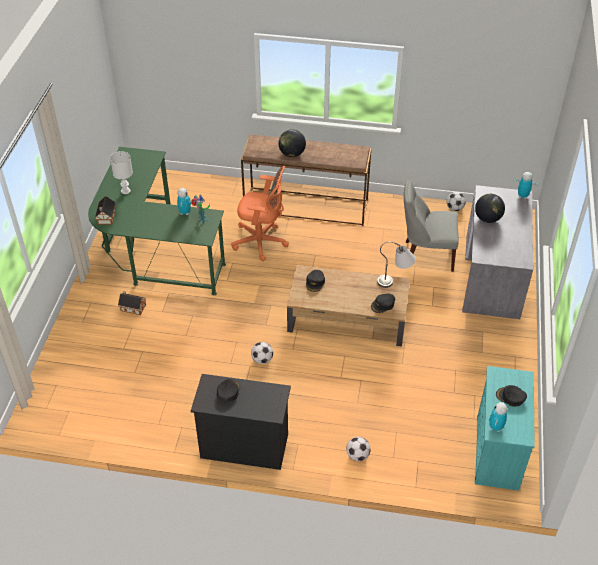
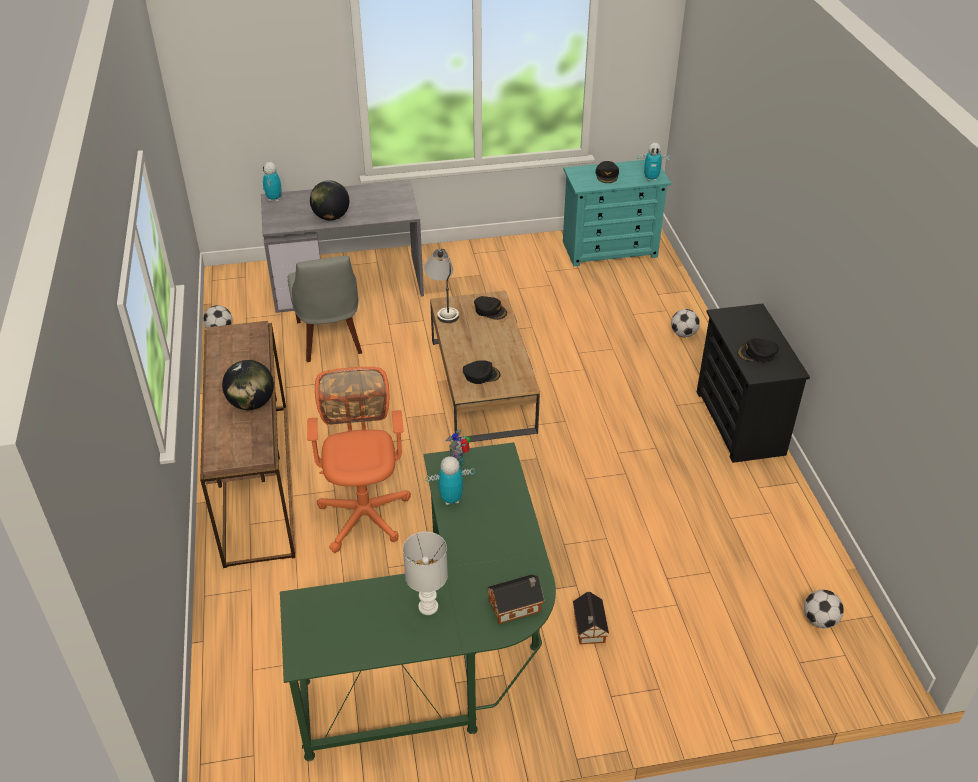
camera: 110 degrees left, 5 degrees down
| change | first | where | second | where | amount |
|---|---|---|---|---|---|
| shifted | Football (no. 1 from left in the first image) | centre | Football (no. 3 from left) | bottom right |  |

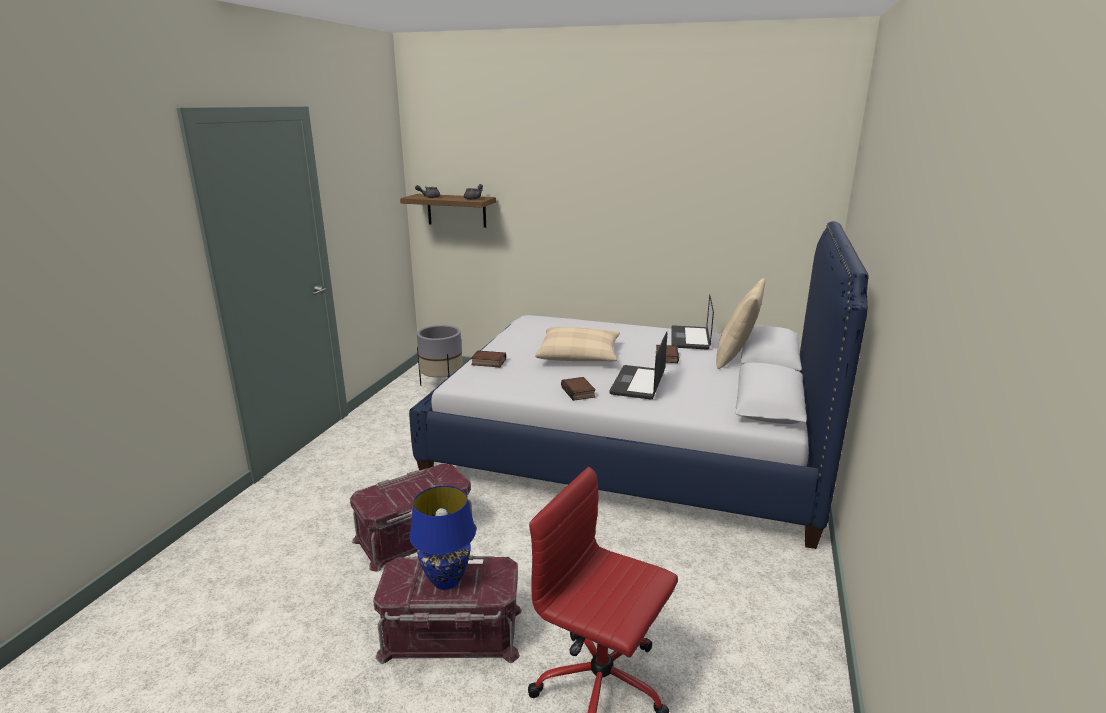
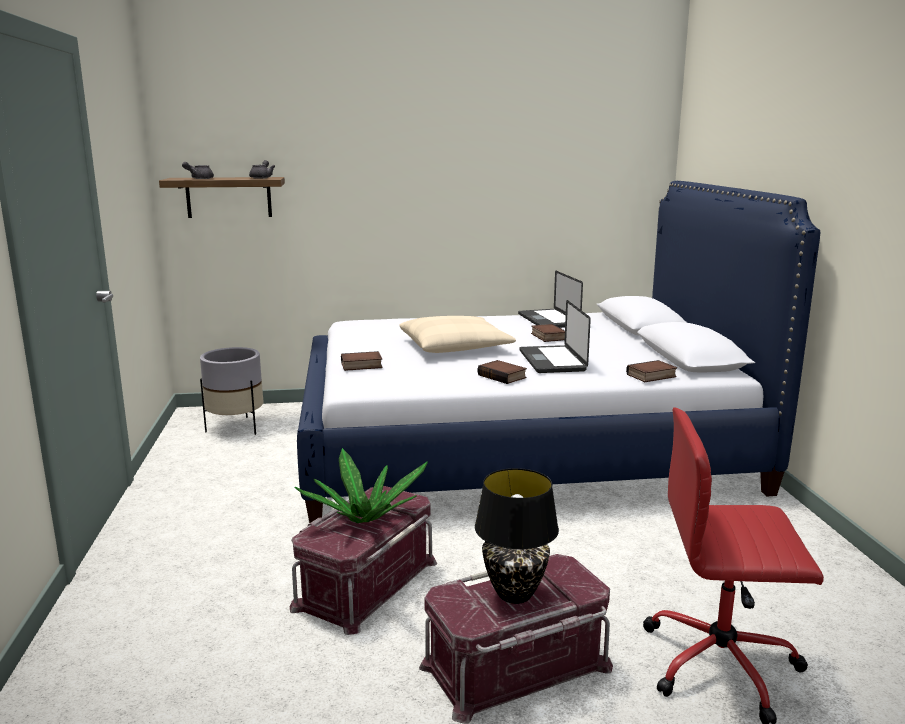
camera: 25 degrees left, 5 degrees down
| change | first | where | second | where | amount |
|---|---|---|---|---|---|
| repainted | BlueTableLamp | bottom centre | BlackTableLamp | bottom centre |  |
| gone | BeigePillow (no. 2 from left) | middle right |  |  |  |
| new |  |  | PottedPlant | bottom centre |  |
| new |  |  | Book (no. 4 from left) | middle right |  |

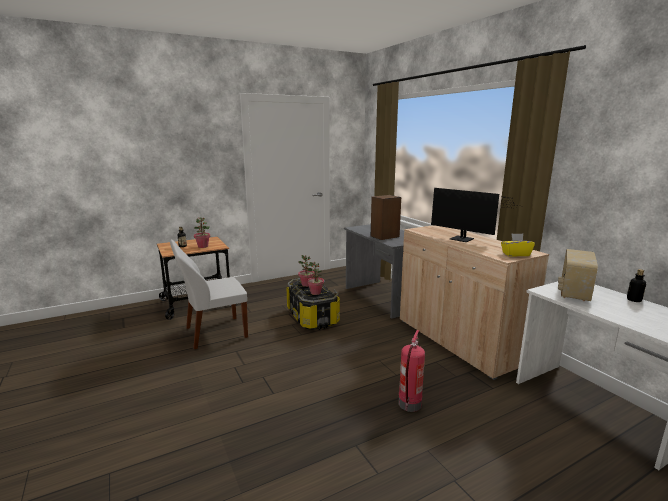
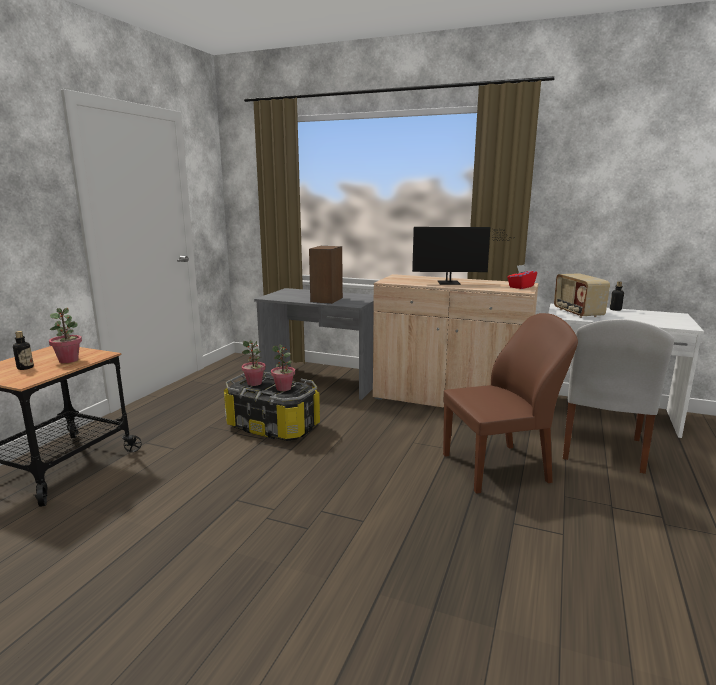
camera: 40 degrees left, 0 degrees up
| change | first | where | second | where | amount |
|---|---|---|---|---|---|
| shifted | WhiteChair | middle left |  | middle right |  |
| swapped | FireExtinguisher | bottom centre | BrownChair | middle right |  |
| repainted | YellowTissueBox | middle right | RedTissueBox | middle right |  |

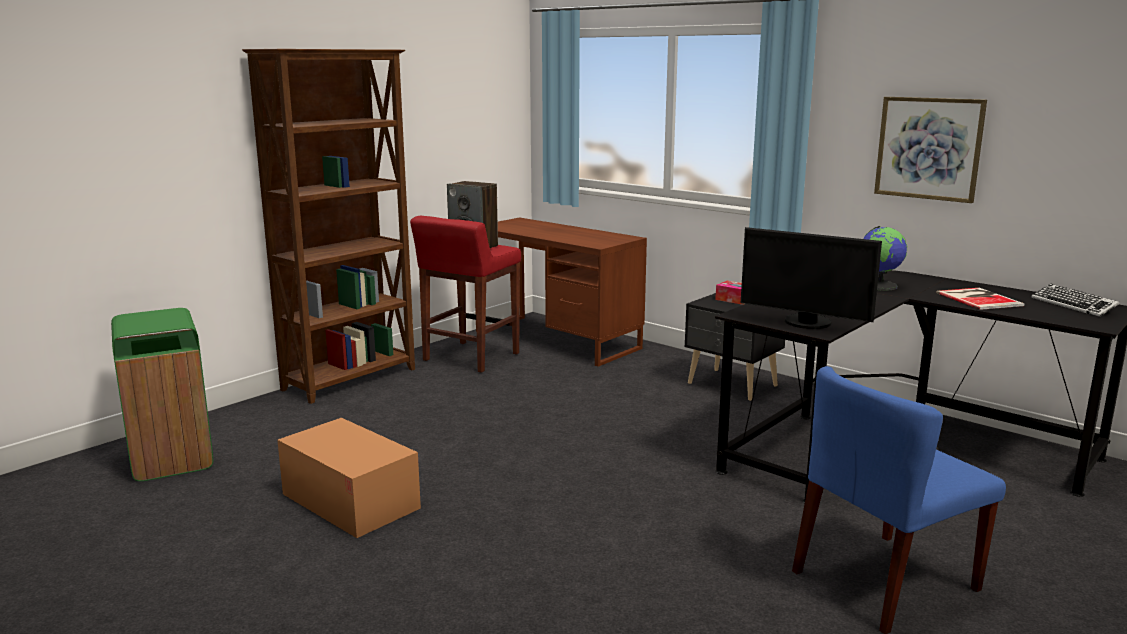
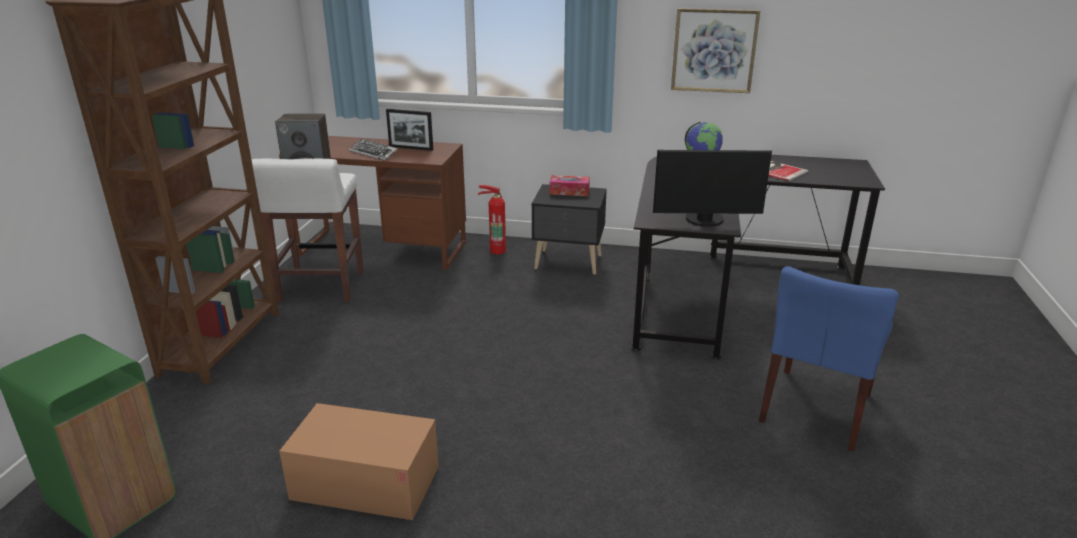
camera: 30 degrees left, 10 degrees up
| change | first | where | second | where | amount |
|---|---|---|---|---|---|
| repainted | RedStool | centre | WhiteStool | middle left |  |
| shifted | Keyboard | middle right |  | top centre |  |
| new |  |  | PictureFrame | top centre |  |
| new |  |  | FireExtinguisher | centre |  |

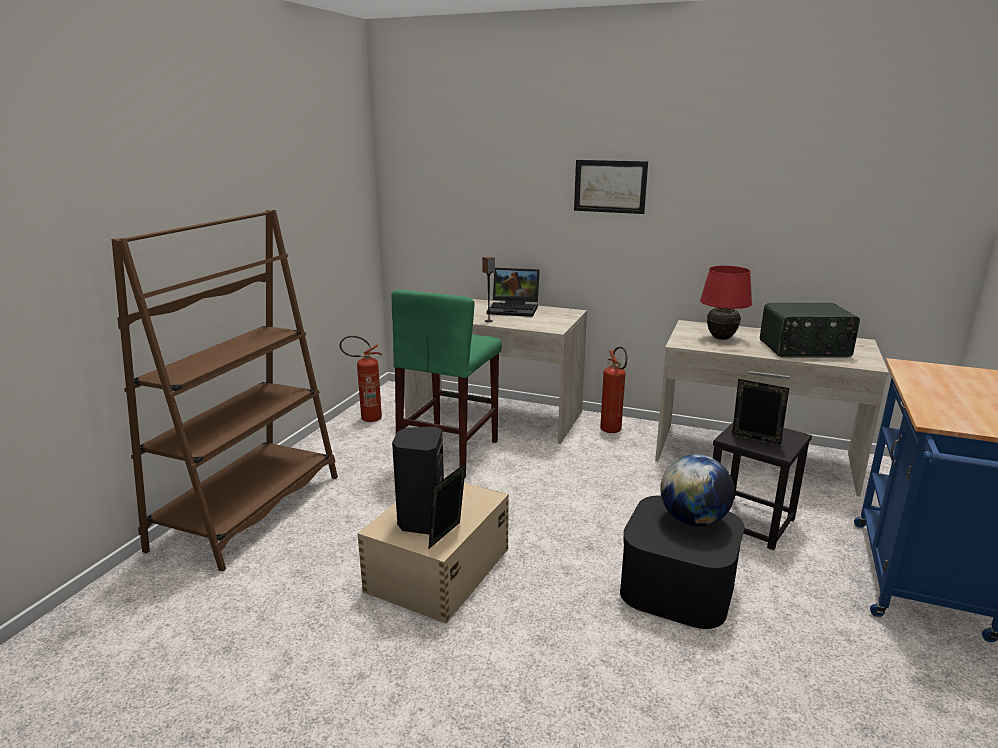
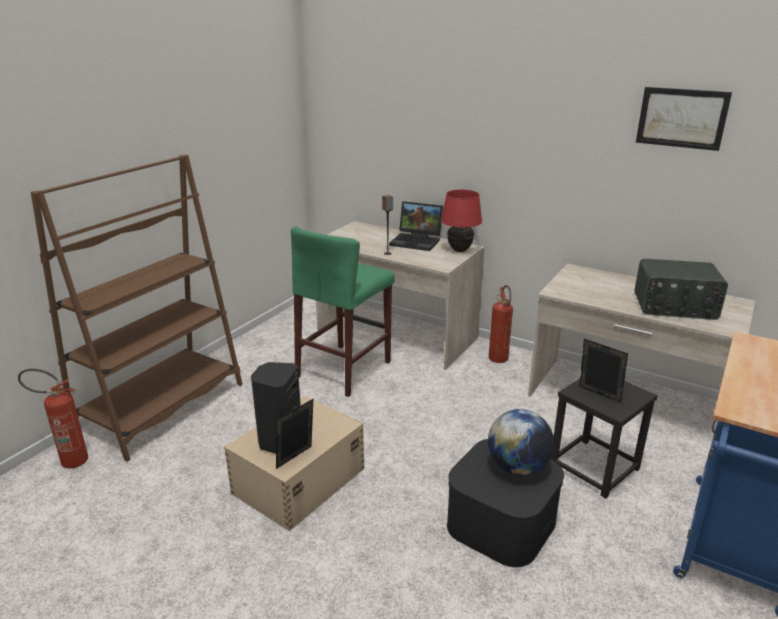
camera: 10 degrees right, 5 degrees up
| change | first | where | second | where | amount |
|---|---|---|---|---|---|
| shifted | FireExtinguisher (no. 1 from left) | centre |  | bottom left |  |
| shifted | Picture | top centre |  | top right |  |
| shifted | RedTableLamp | middle right |  | centre |  |

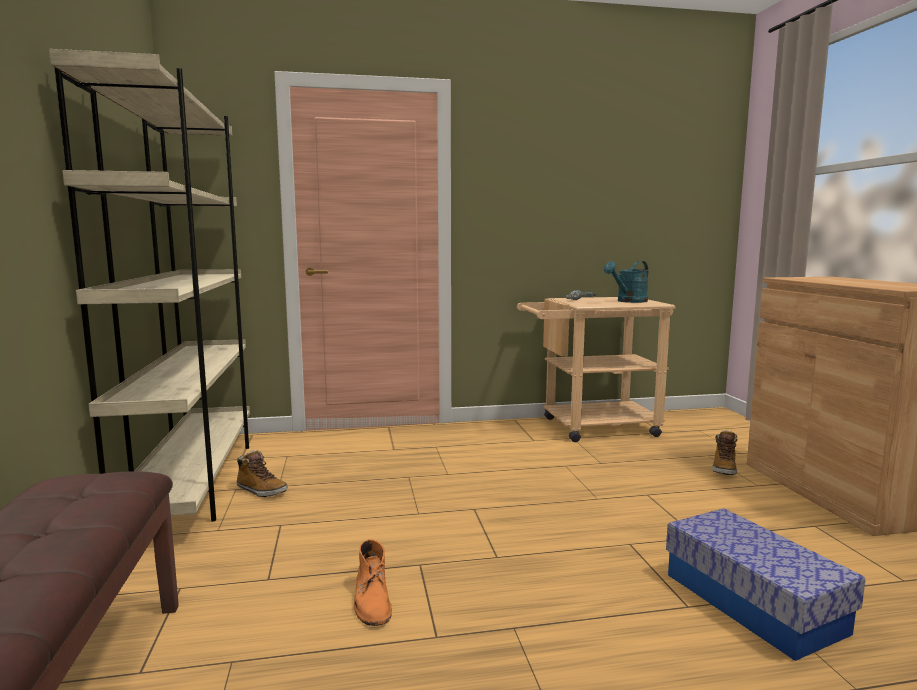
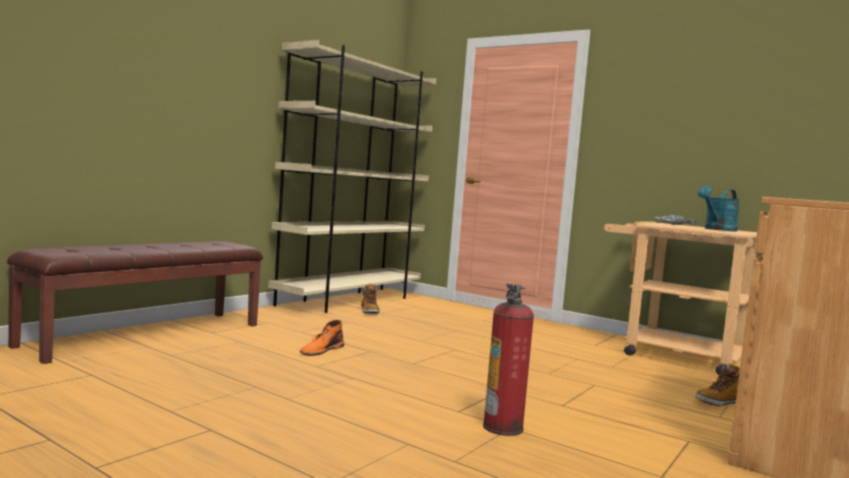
camera: 45 degrees right, 5 degrees down
| change | first | where | second | where | amount |
|---|---|---|---|---|---|
| rotated | TurquoiseWateringCan | middle right |  | middle right | 45 degrees counterclockwise |
| swapped | StorageBox | bottom right | FireExtinguisher | bottom centre |  |

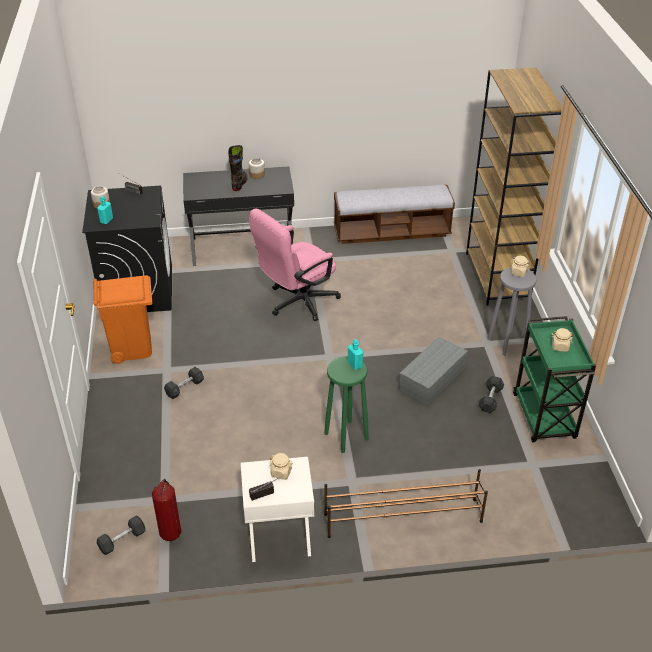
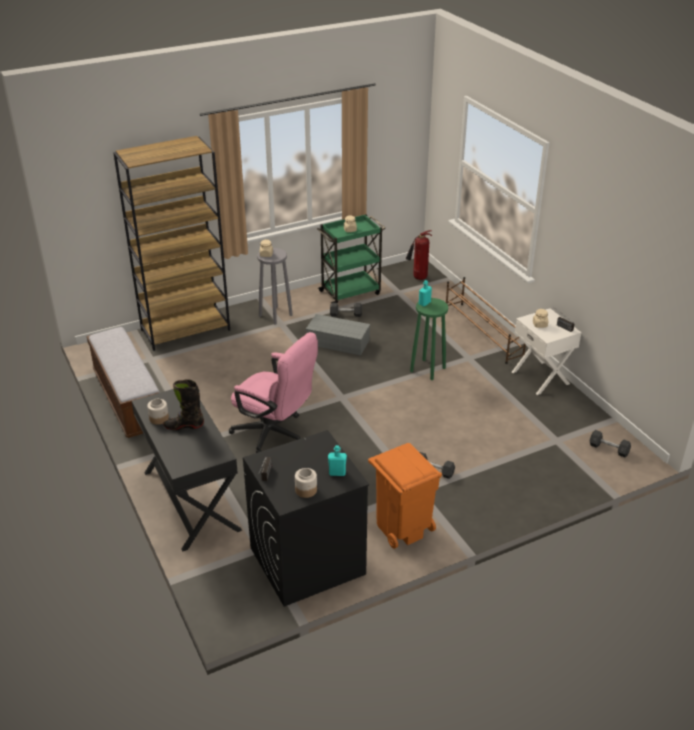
camera: 110 degrees left, 5 degrees down
| change | first | where | second | where | amount |
|---|---|---|---|---|---|
| shifted | FireExtinguisher | bottom left |  | centre |  |

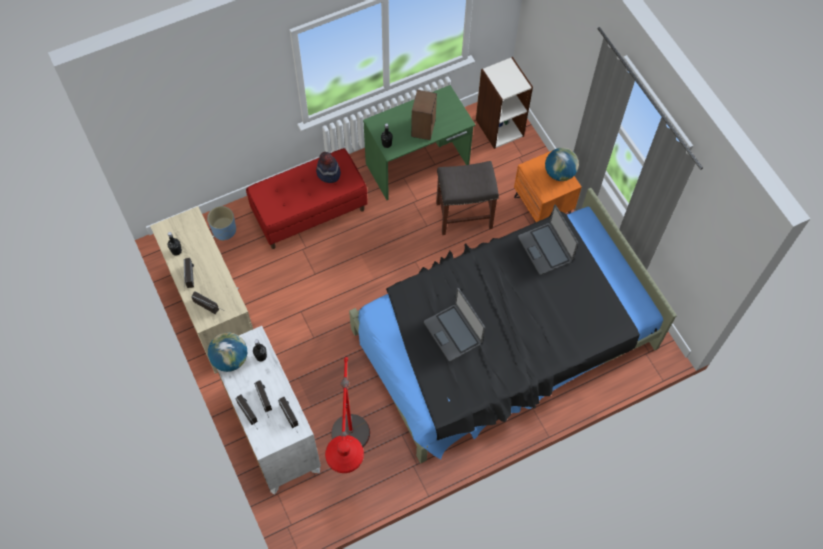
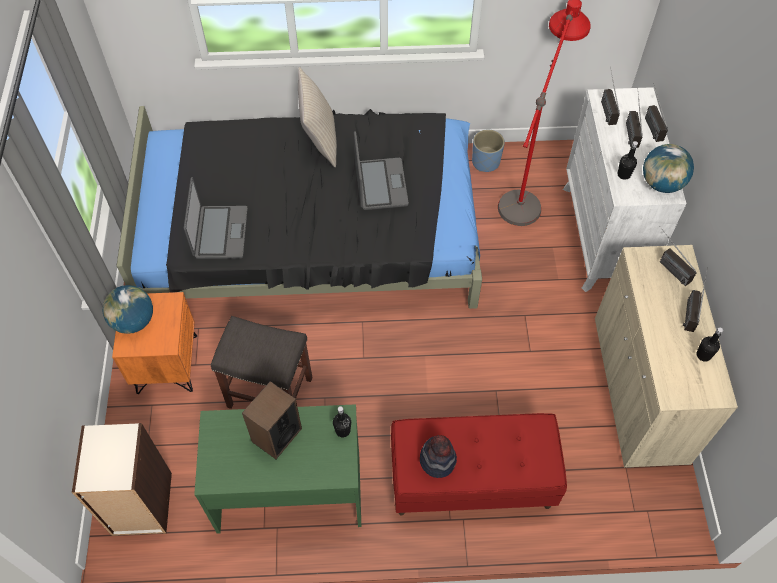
camera: 155 degrees left, 5 degrees down
| change | first | where | second | where | amount |
|---|---|---|---|---|---|
| shifted | BluePlanter | middle left |  | top centre |  |
| new |  |  | BeigePillow | top centre |  |

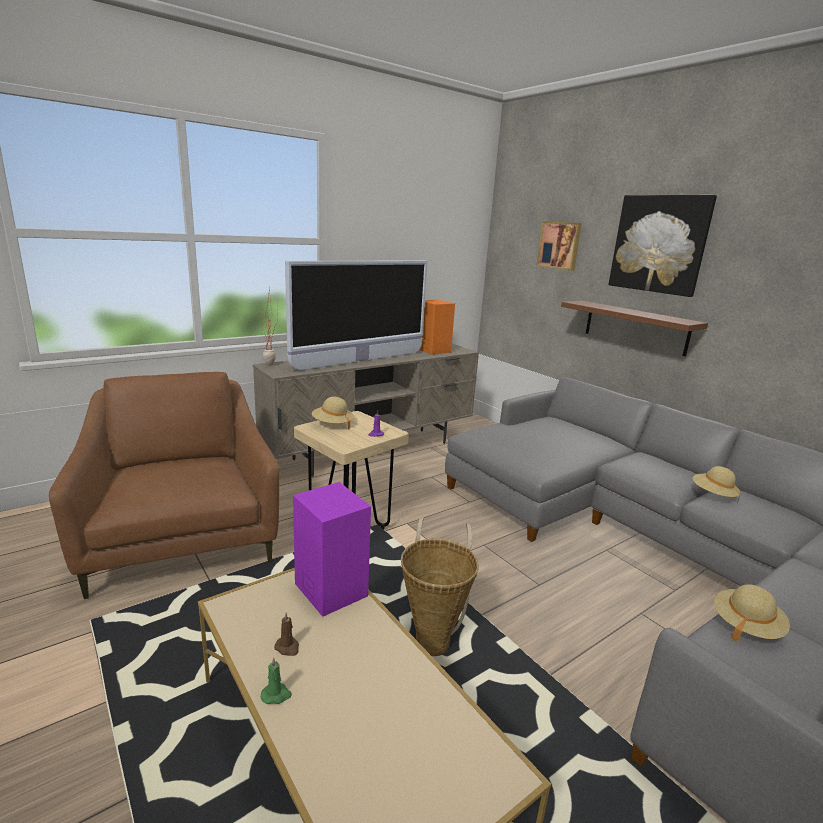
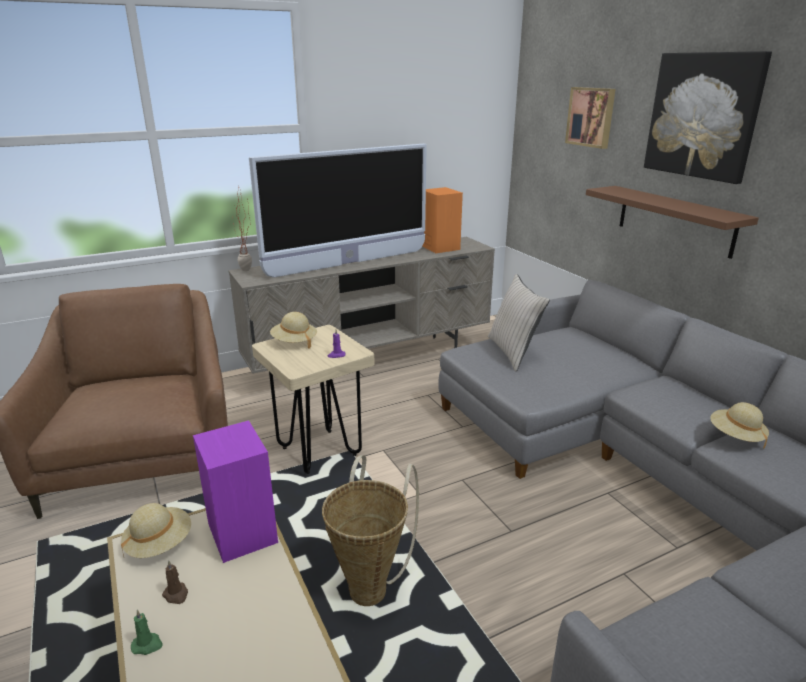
camera: 10 degrees right, 5 degrees up
| change | first | where | second | where | amount |
|---|---|---|---|---|---|
| shifted | BeigeHat (no. 3 from left in the first image) | bottom right | BeigeHat (no. 1 from left) | bottom left |  |
| new |  |  | BeigePillow | centre |  |

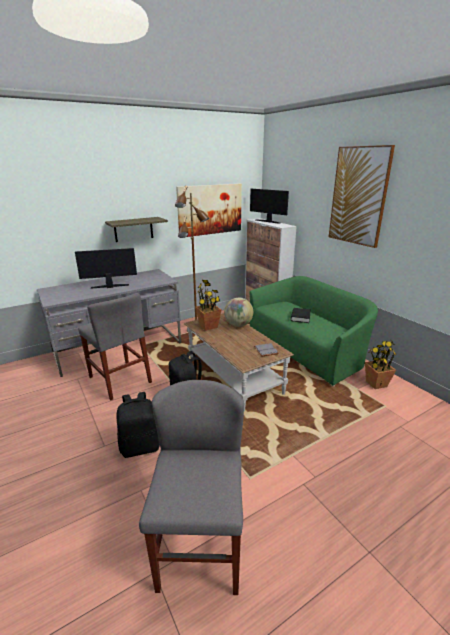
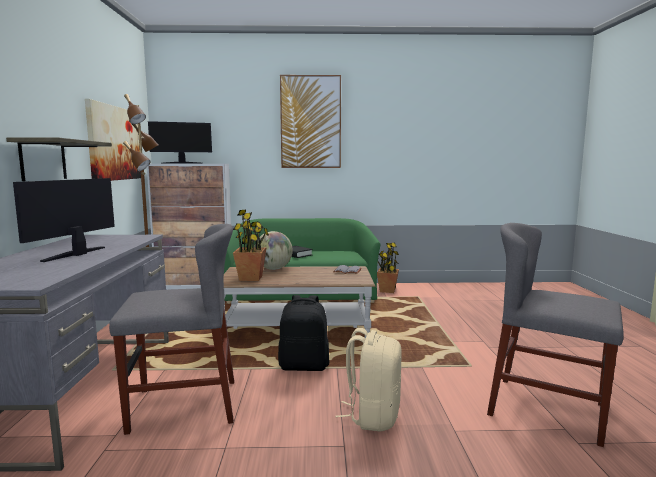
camera: 60 degrees left, 15 degrees down
| change | first | where | second | where | amount |
|---|---|---|---|---|---|
| repainted | BlackBackpack (no. 1 from left) | bottom left | BeigeBackpack | bottom centre |  |

